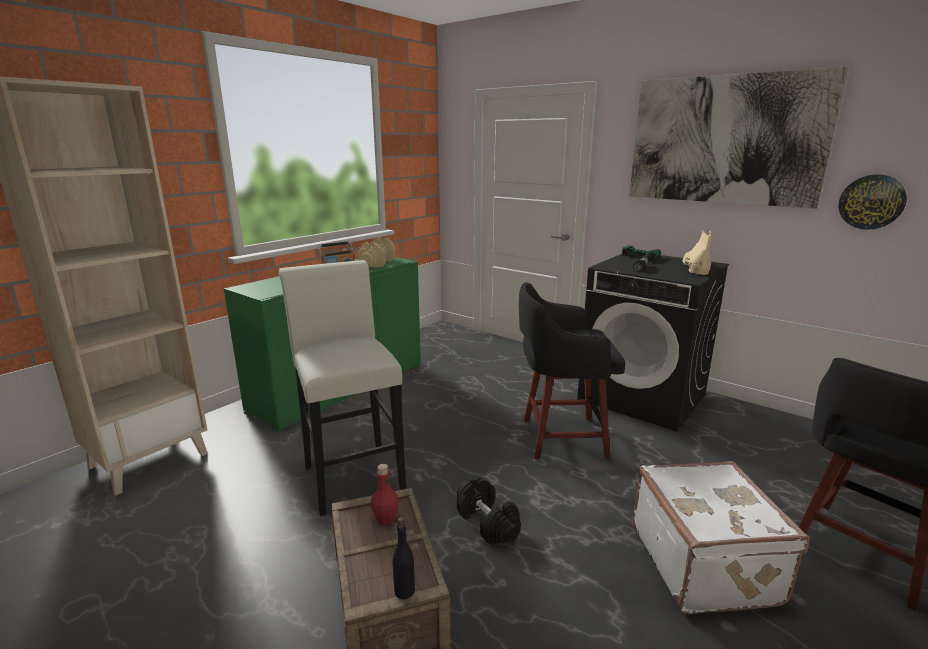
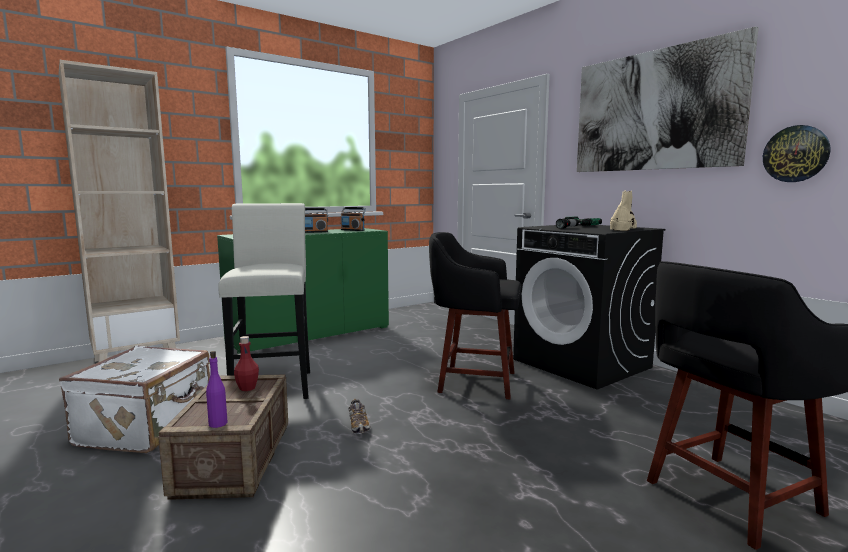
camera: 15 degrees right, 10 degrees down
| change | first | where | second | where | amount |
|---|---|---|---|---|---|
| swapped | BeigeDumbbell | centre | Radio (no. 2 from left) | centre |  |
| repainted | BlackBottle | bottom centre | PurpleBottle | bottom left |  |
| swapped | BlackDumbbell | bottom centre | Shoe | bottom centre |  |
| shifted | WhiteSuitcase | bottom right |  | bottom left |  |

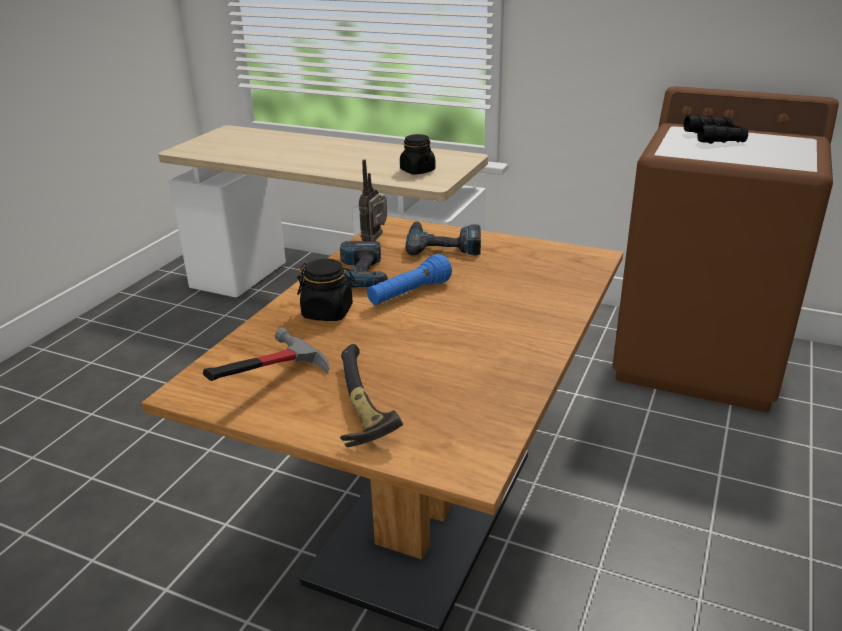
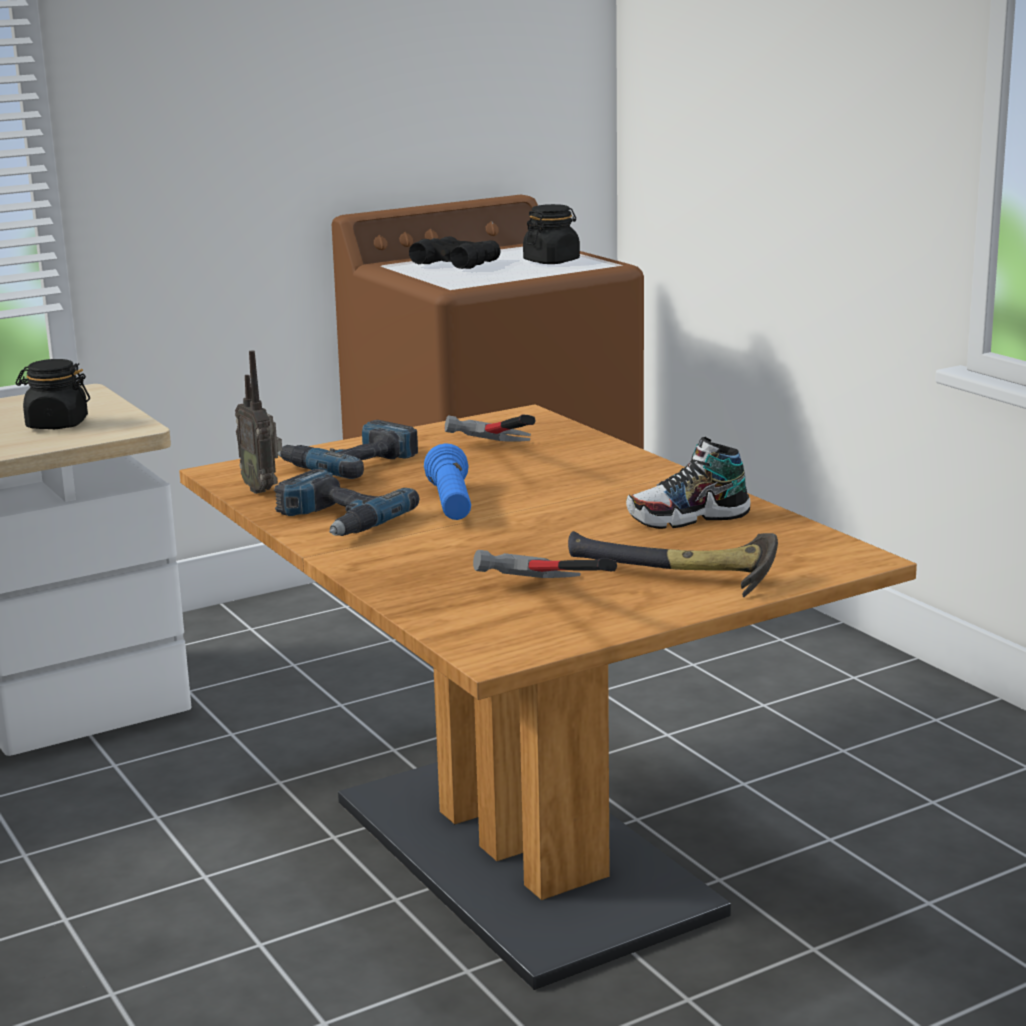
camera: 55 degrees left, 10 degrees down
| change | first | where | second | where | amount |
|---|---|---|---|---|---|
| shifted | BlackJar (no. 1 from left in the first image) | centre | BlackJar (no. 2 from left) | top centre |  |
| new |  |  | Hammer (no. 1 from left) | centre |  |
| new |  |  | Shoe | middle right |  |

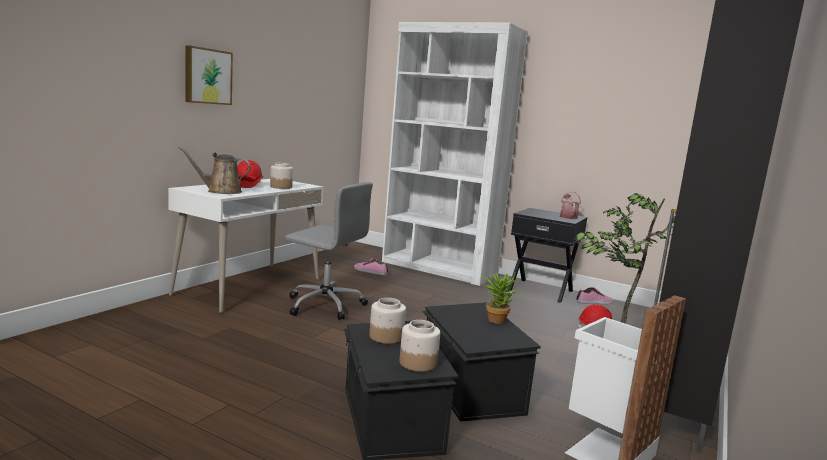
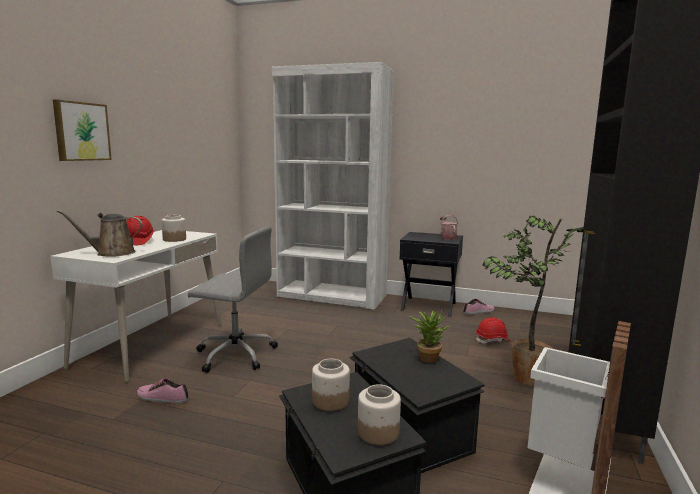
camera: 10 degrees left, 0 degrees up
| change | first | where | second | where | amount |
|---|---|---|---|---|---|
| shifted | Shoe (no. 1 from left) | centre |  | bottom left |  |

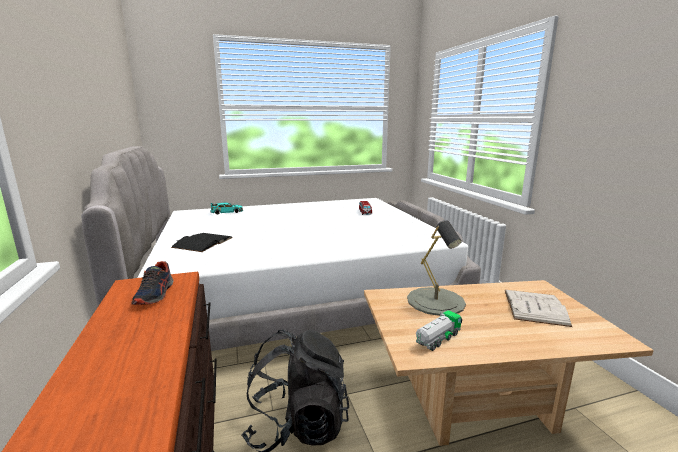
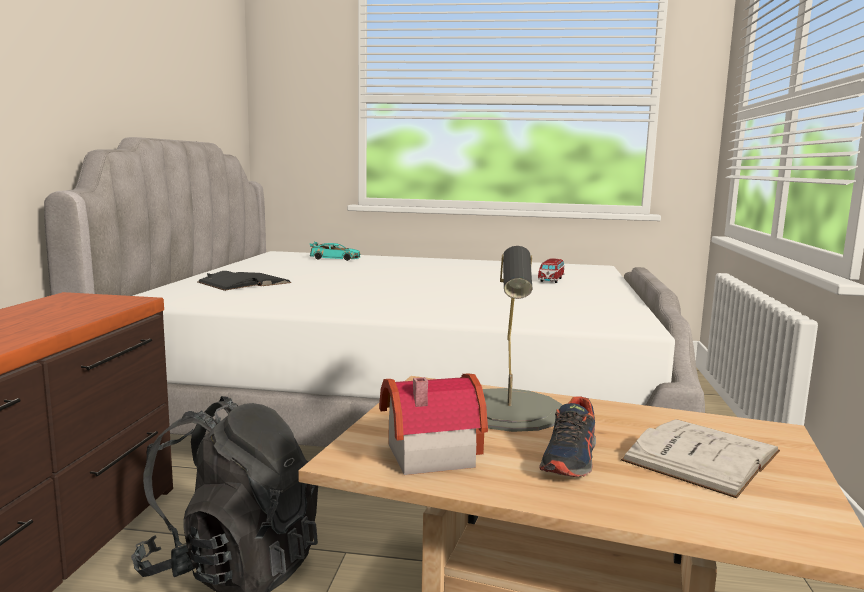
camera: 25 degrees right, 5 degrees down
| change | first | where | second | where | amount |
|---|---|---|---|---|---|
| shifted | Shoe | middle left |  | bottom centre |  |
| swapped | ToyTruck | bottom centre | ToyHouse | bottom centre |  |

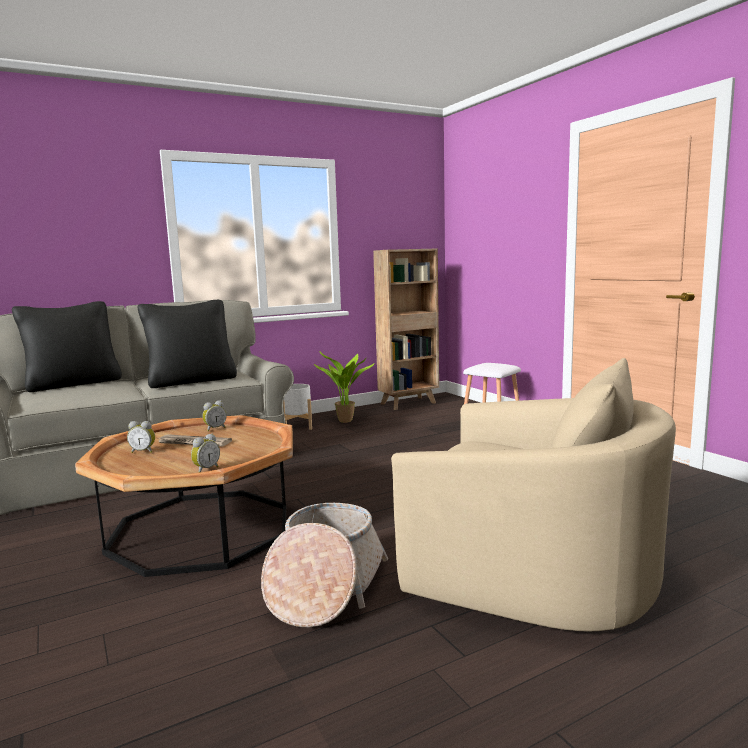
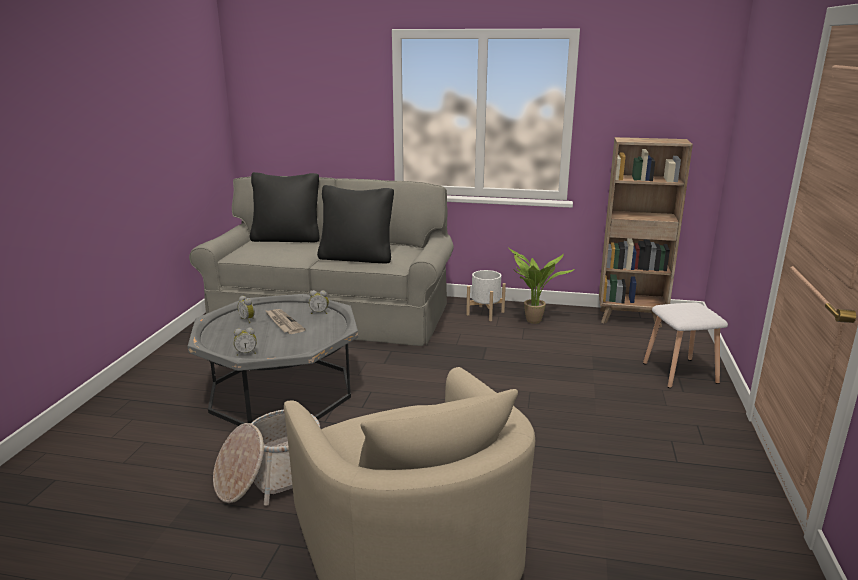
camera: 40 degrees right, 10 degrees up
| change | first | where | second | where | amount |
|---|---|---|---|---|---|
| repainted | BrownCoffeeTable | middle left | GreyCoffeeTable | middle left |  |

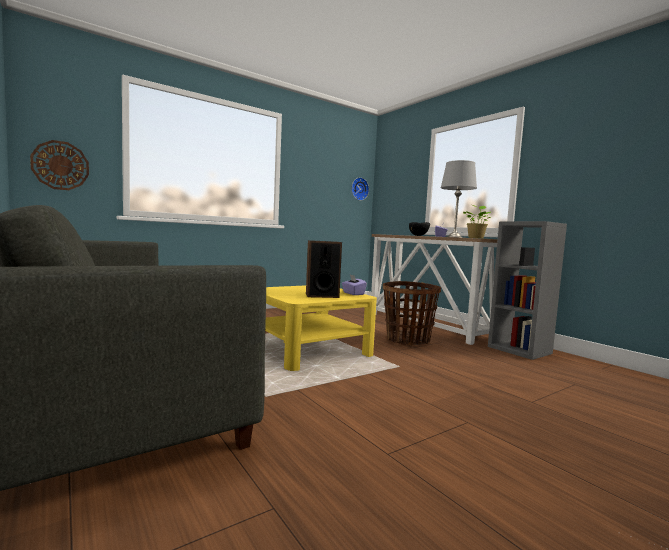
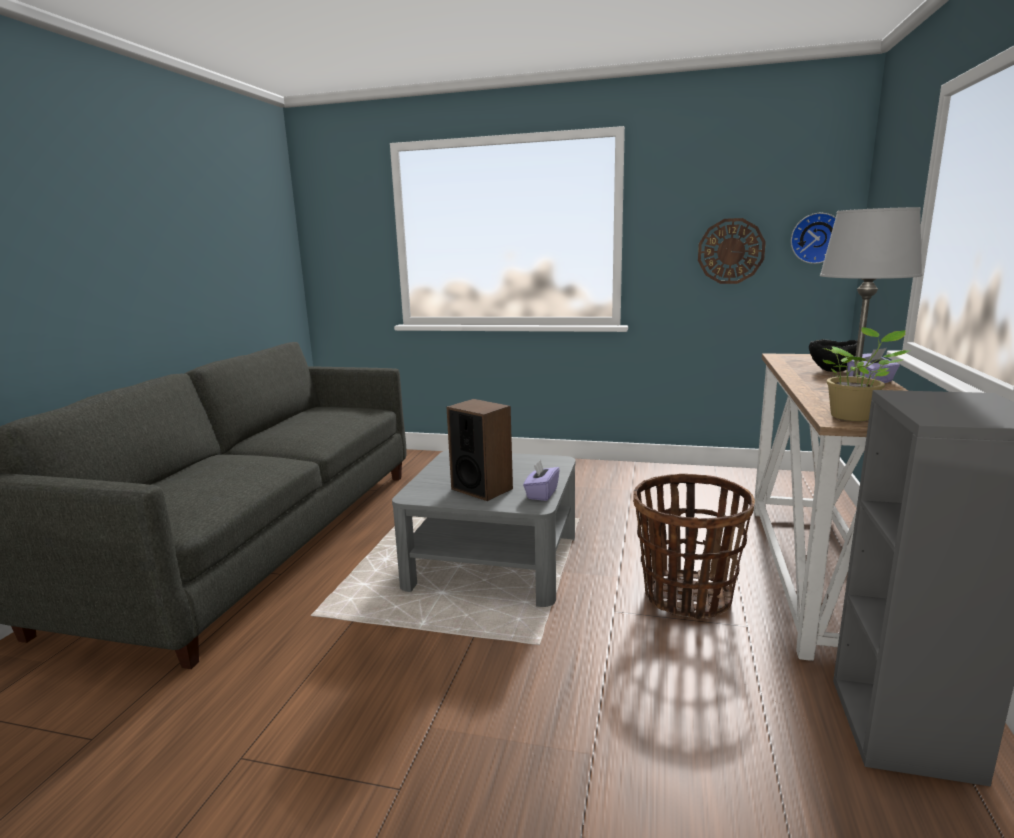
camera: 50 degrees right, 10 degrees up
| change | first | where | second | where | amount |
|---|---|---|---|---|---|
| shifted | WallClock (no. 1 from left) | top left |  | top right |  |
| repainted | YellowCoffeeTable | centre | GreyCoffeeTable | centre |  |

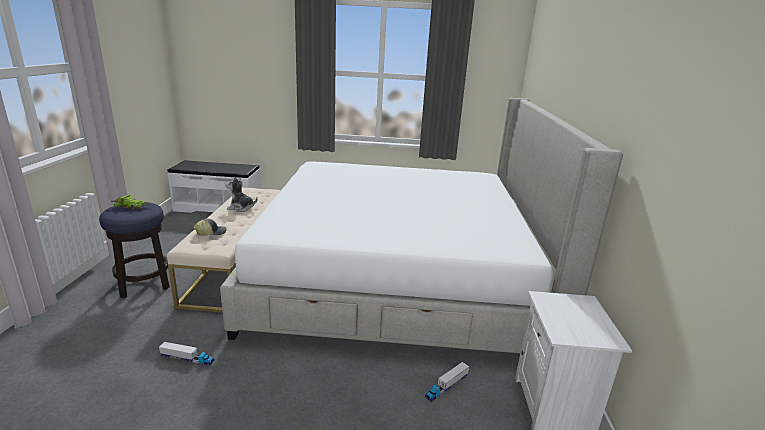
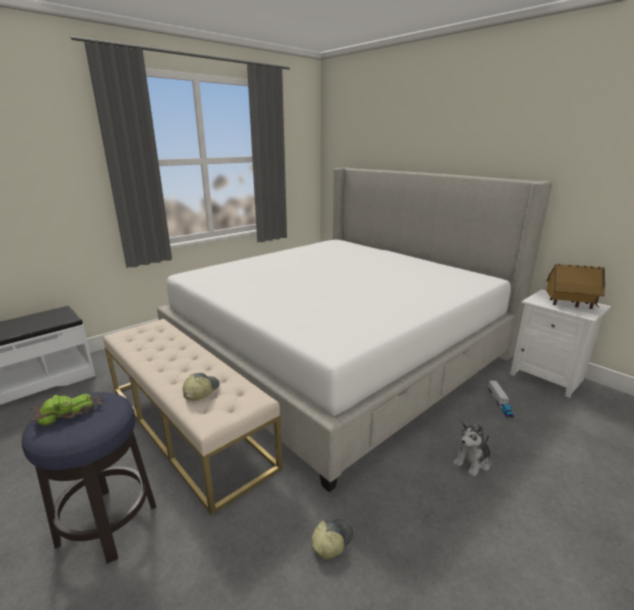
camera: 45 degrees left, 0 degrees up
| change | first | where | second | where | amount |
|---|---|---|---|---|---|
| swapped | ToyTruck (no. 1 from left) | bottom left | Cap (no. 2 from left) | bottom centre |  |
| shifted | PlushToy | middle left |  | bottom right |  |
| new |  |  | ToyHouse | middle right |  |

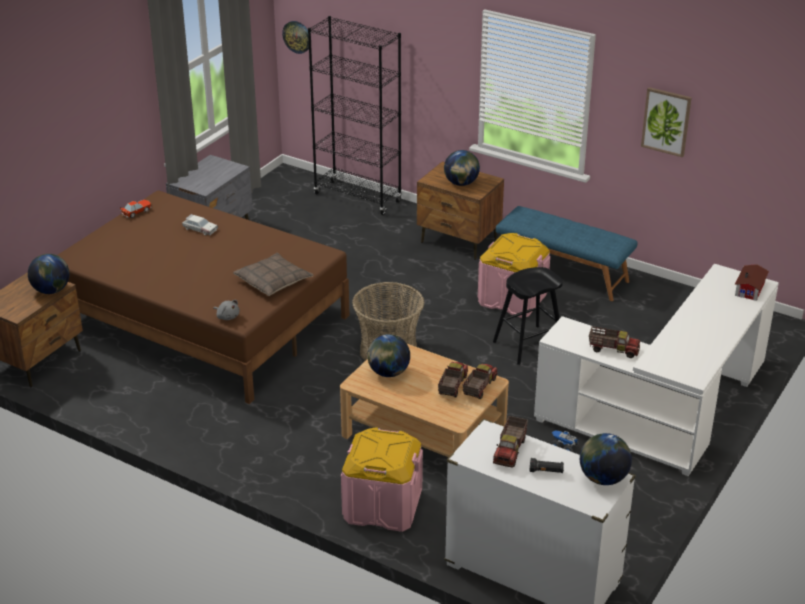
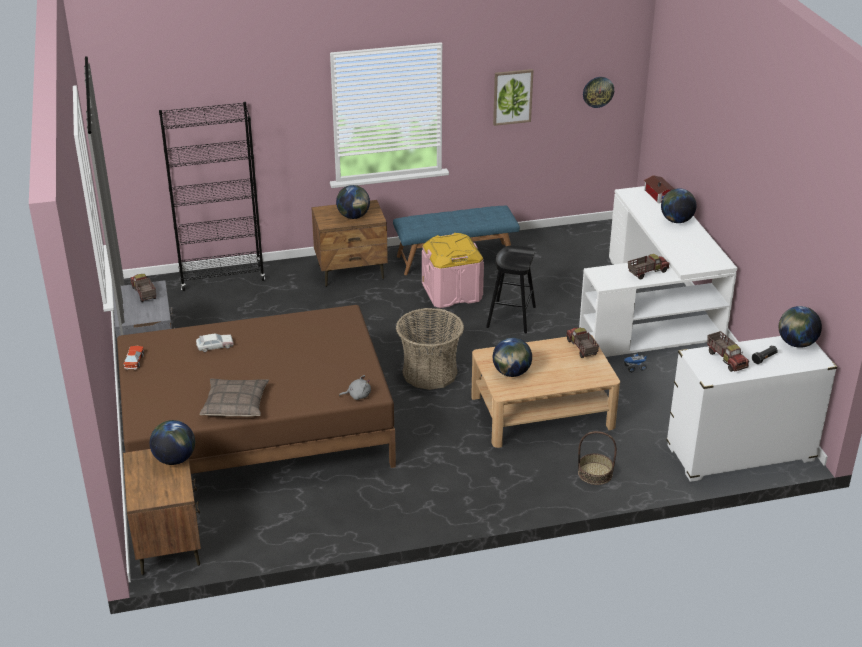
camera: 45 degrees left, 0 degrees up
| change | first | where | second | where | amount |
|---|---|---|---|---|---|
| shifted | Pillow | centre |  | middle left |  |
| shifted | WallClock | top centre |  | top right |  |
| swapped | PinkStorageBox (no. 1 from left) | bottom centre | Basket (no. 2 from left) | bottom right |  |
| shifted | ToyTruck (no. 1 from left) | centre |  | middle left |  |
| new |  |  | Globe (no. 4 from left) | top right |  |

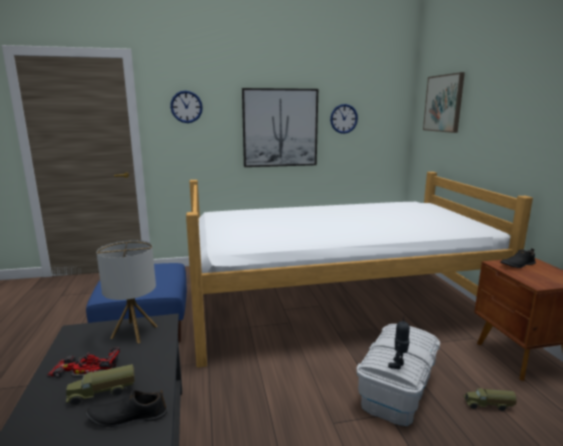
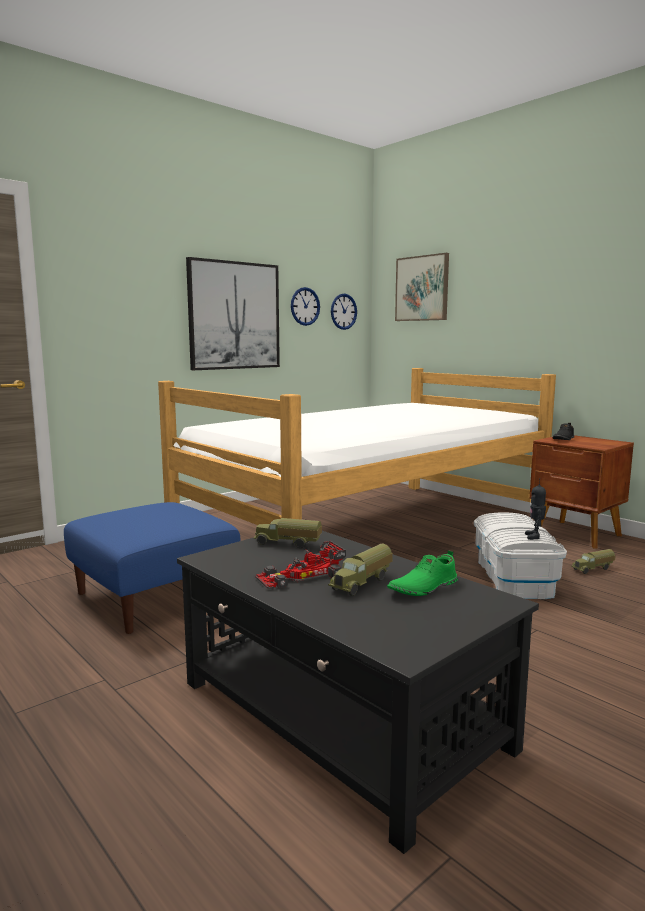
camera: 30 degrees left, 5 degrees down
| change | first | where | second | where | amount |
|---|---|---|---|---|---|
| repainted | BlackShoe (no. 1 from left) | bottom left | GreenShoe | centre |  |
| swapped | TableLamp | middle left | ToyTruck (no. 1 from left) | centre |  |
| shifted | WallClock (no. 1 from left in the first image) | top left | WallClock (no. 2 from left) | centre |  |

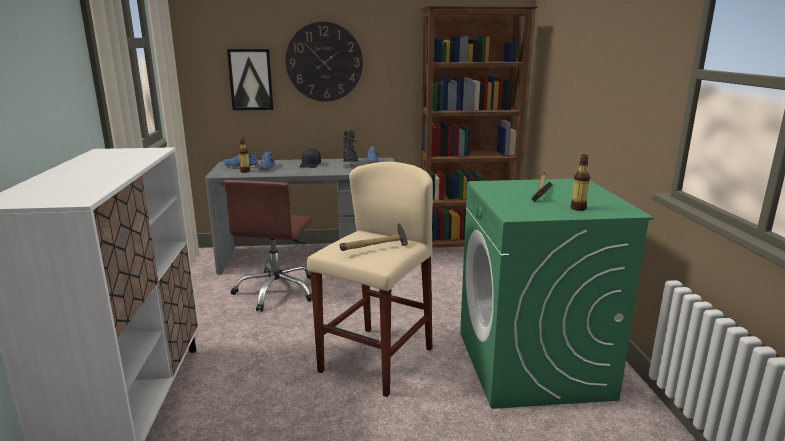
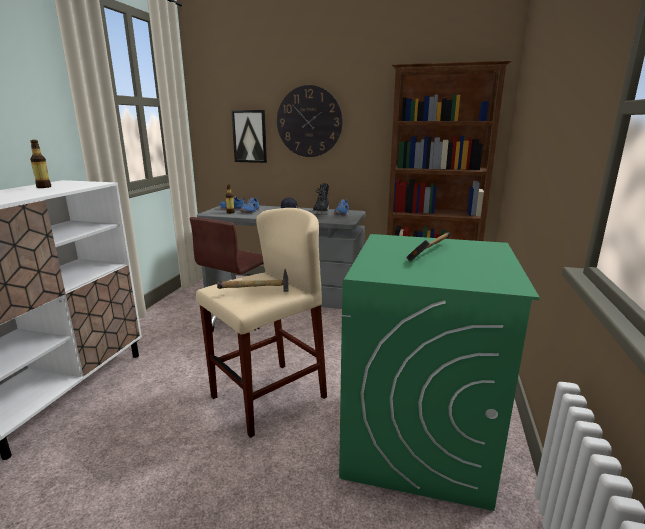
camera: 20 degrees right, 0 degrees up
| change | first | where | second | where | amount |
|---|---|---|---|---|---|
| shifted | Bottle (no. 2 from left in the first image) | middle right | Bottle (no. 1 from left) | top left |  |

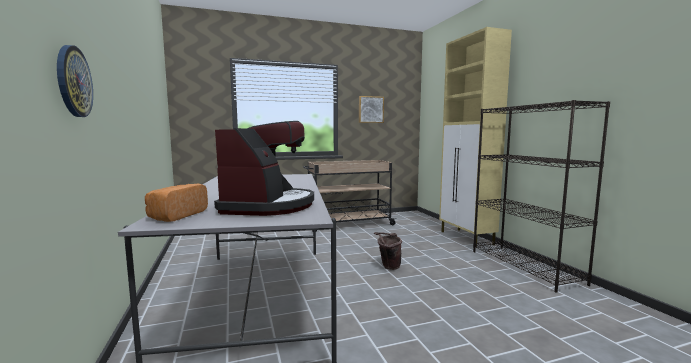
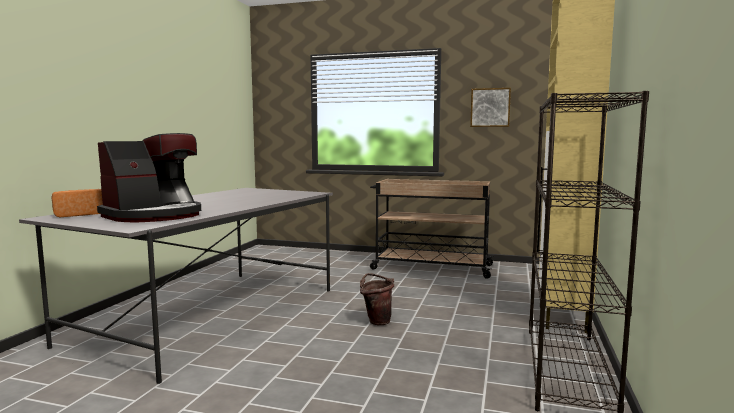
camera: 35 degrees right, 0 degrees up
| change | first | where | second | where | amount |
|---|---|---|---|---|---|
| gone | WallClock | top left |  |  |  |

